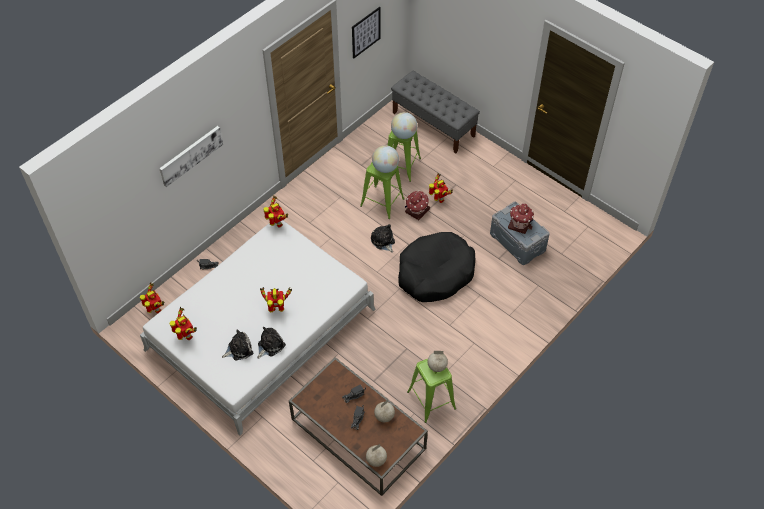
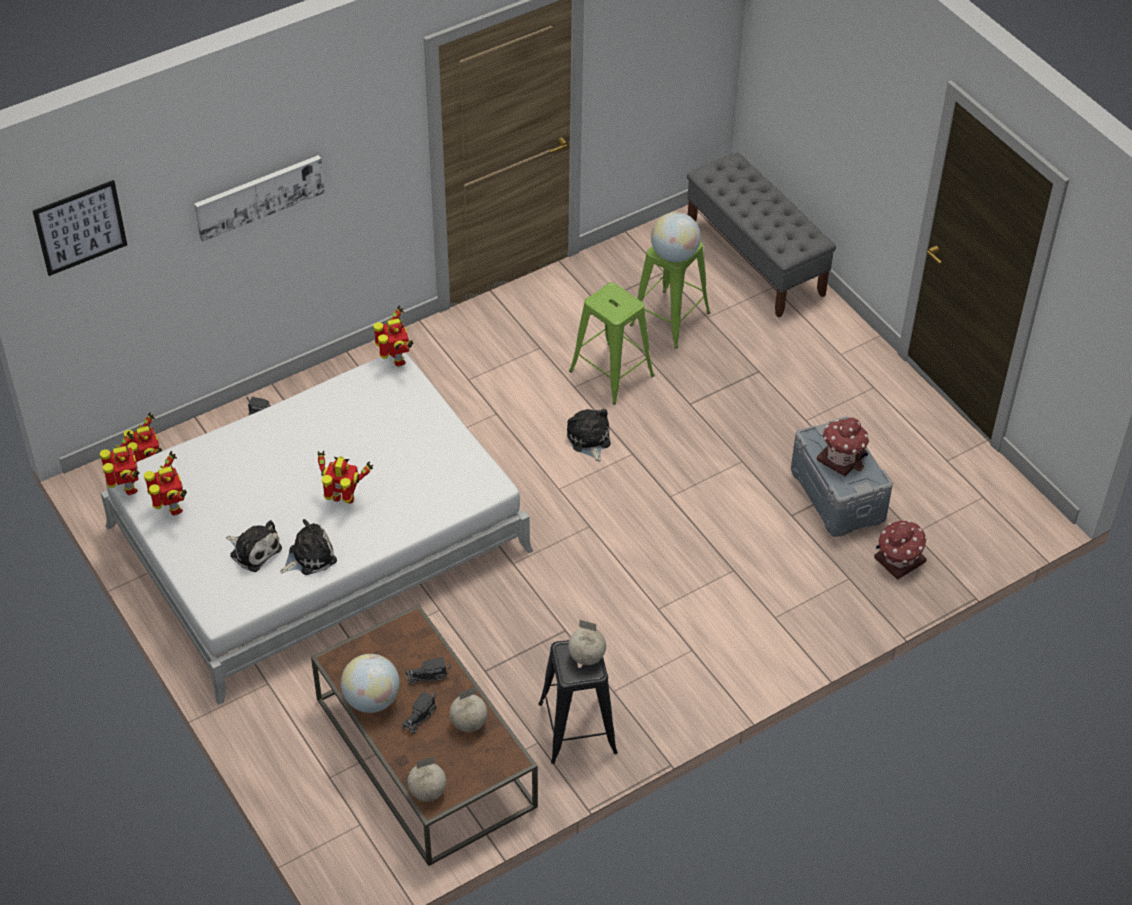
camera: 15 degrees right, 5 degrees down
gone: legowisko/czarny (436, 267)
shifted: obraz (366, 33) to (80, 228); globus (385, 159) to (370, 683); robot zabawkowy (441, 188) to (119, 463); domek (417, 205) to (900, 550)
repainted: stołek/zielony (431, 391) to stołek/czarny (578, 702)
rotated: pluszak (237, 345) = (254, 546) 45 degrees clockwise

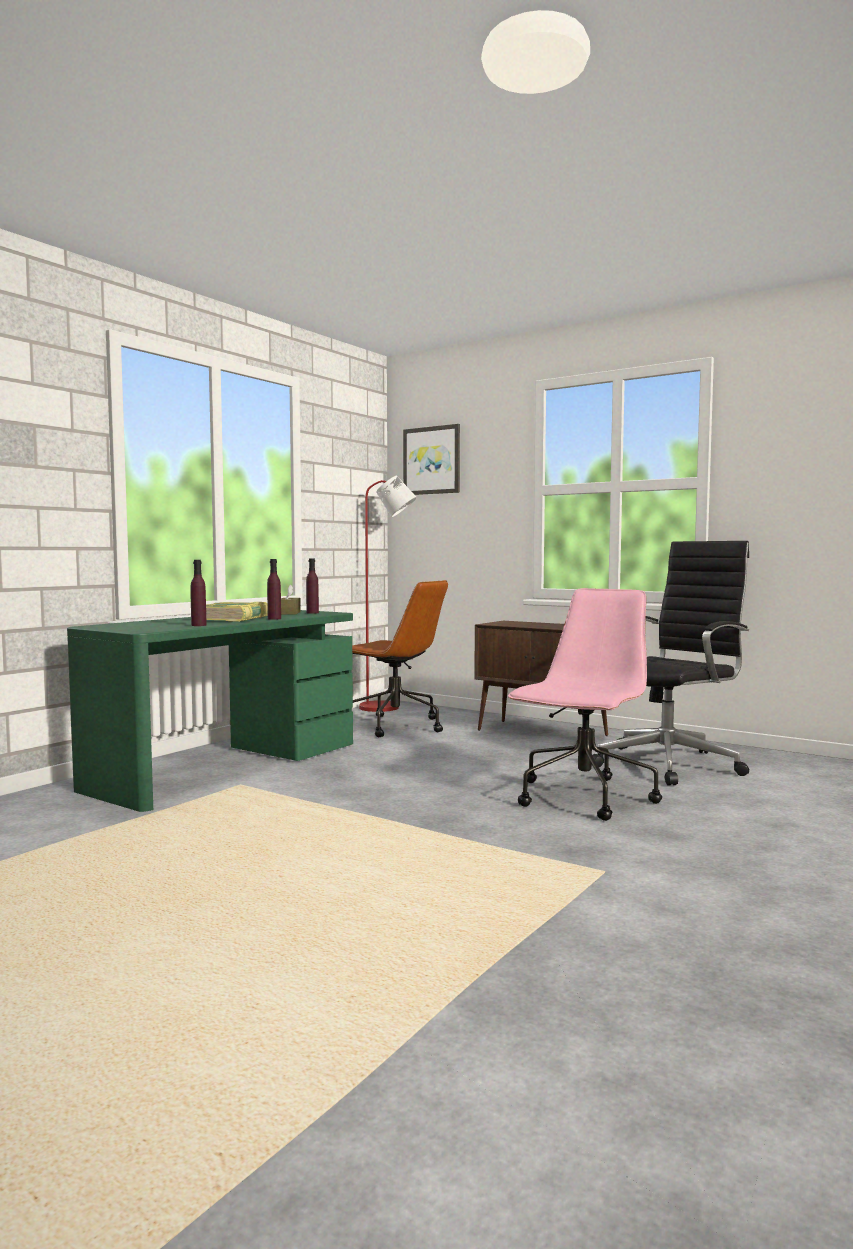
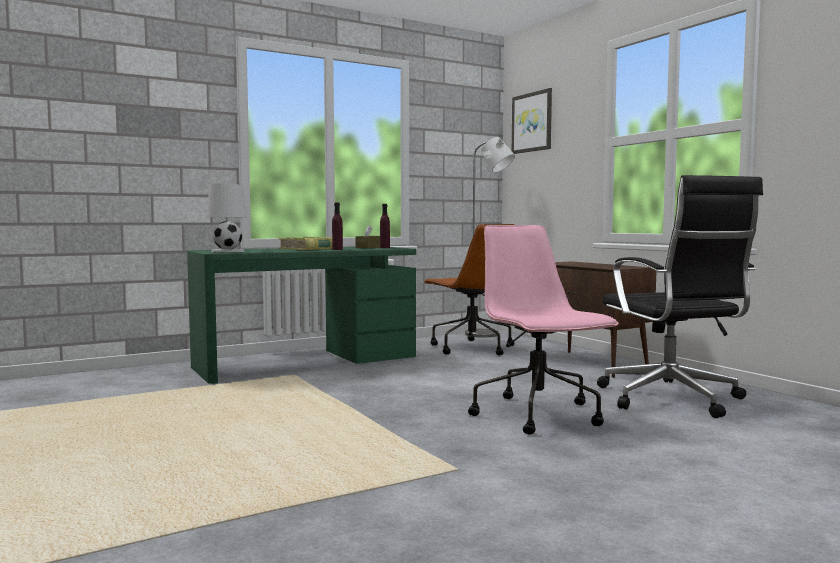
camera: 25 degrees right, 0 degrees up
gone: butelka/fioletowy (198, 593)
new: lampa stołowa/biały (227, 218)
repainted: lampa stojąca/czerwony (388, 594) to lampa stojąca/szary (490, 237)
rotated: krzesło biurowe/czarny (670, 663) = (680, 296) 90 degrees clockwise; krzesło biurowe/różowy (585, 704) = (543, 330) 75 degrees counterclockwise

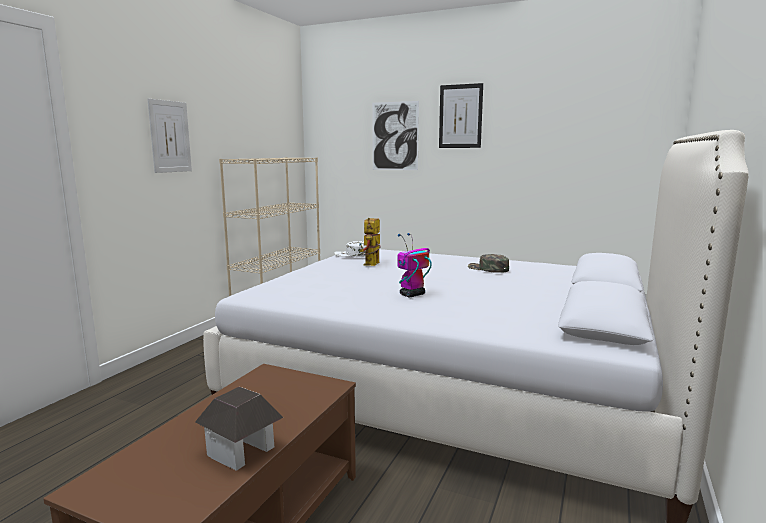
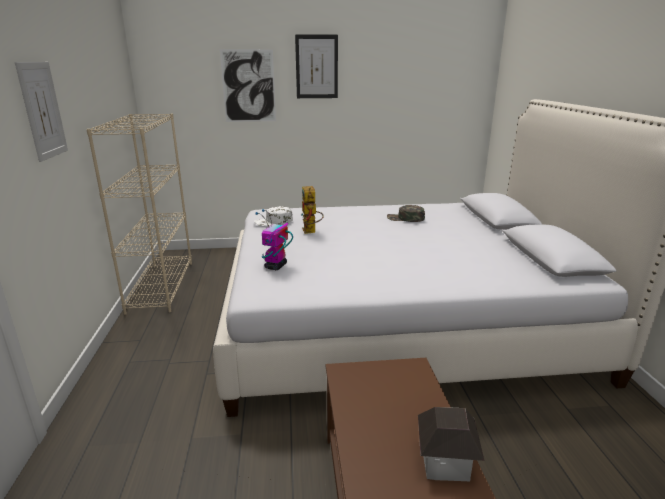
camera: 30 degrees left, 10 degrees up
shifted: robot zabawkowy (414, 265) to (274, 239)

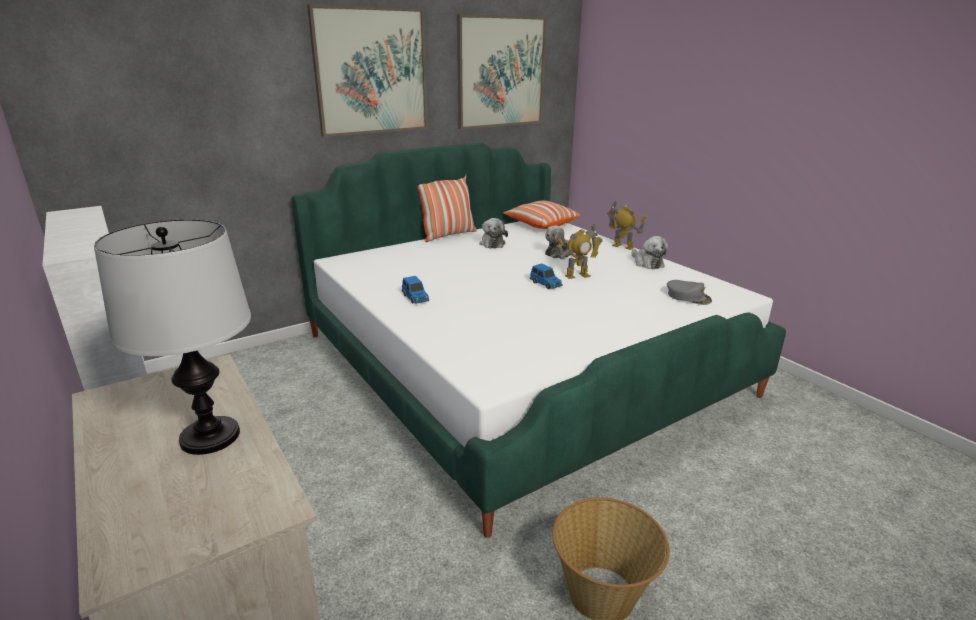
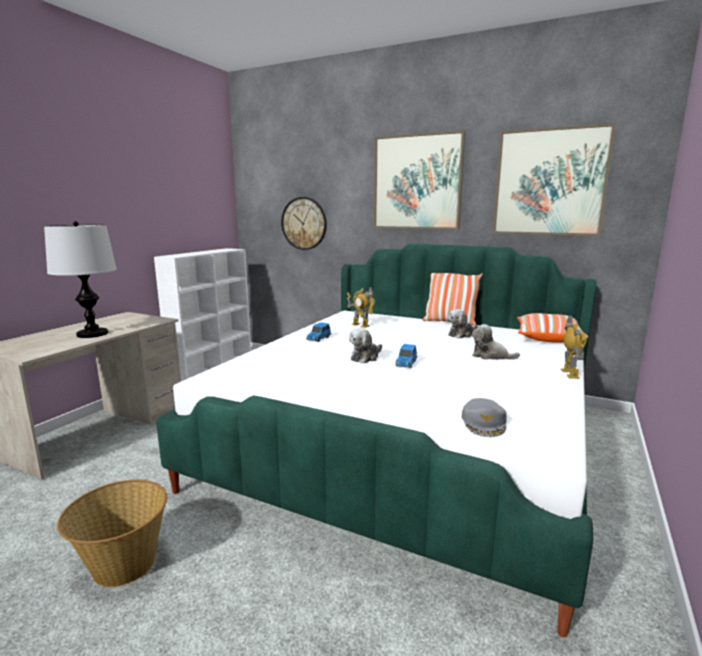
camera: 60 degrees right, 10 degrees down
new: zegar ścienny (304, 223)
shifted: robot zabawkowy (580, 251) to (361, 307); pluszak (650, 252) to (365, 346)

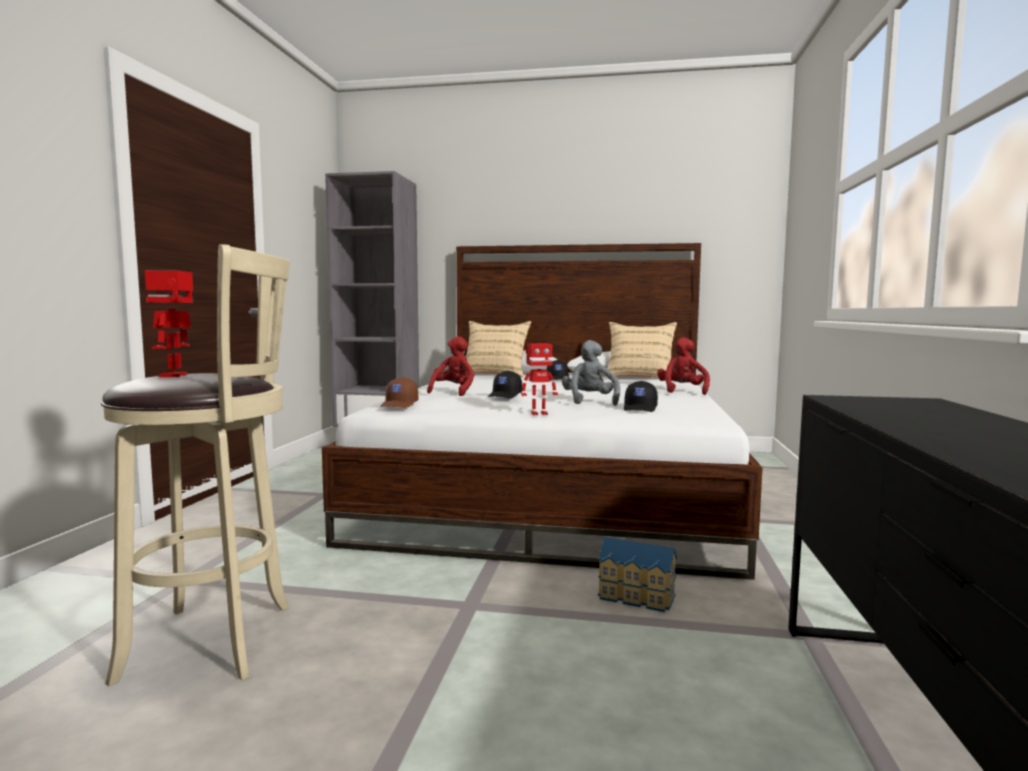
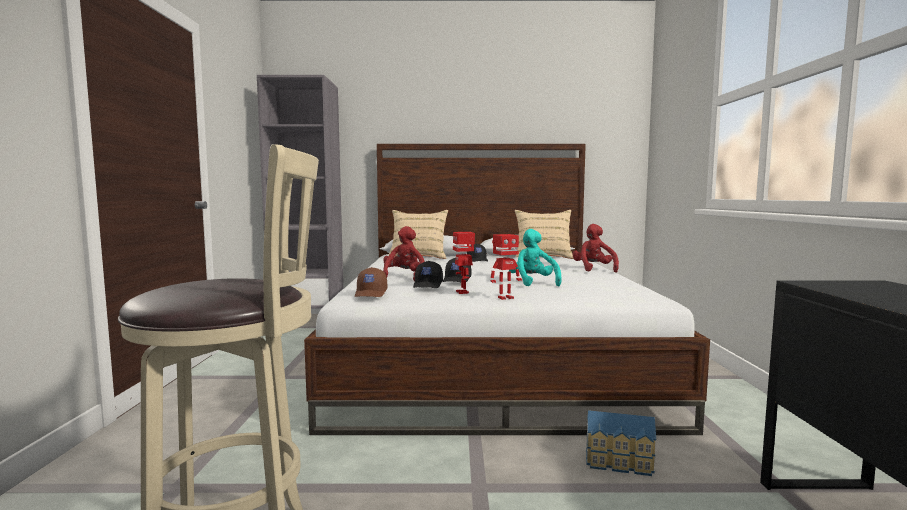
camera: 10 degrees left, 0 degrees up
shifted: robot zabawkowy (169, 323) to (464, 263); czapka z daszkiem/czarny (641, 396) to (428, 274)
repainted: pluszak/szary (591, 373) to pluszak/turkusowy (535, 257)

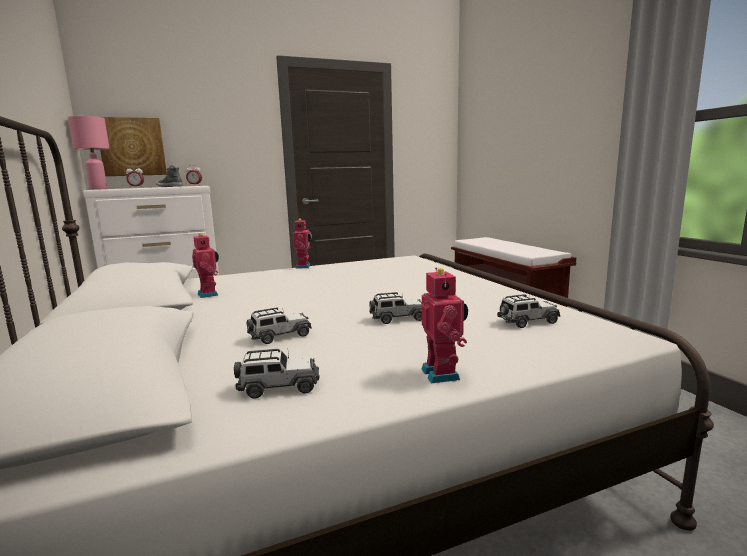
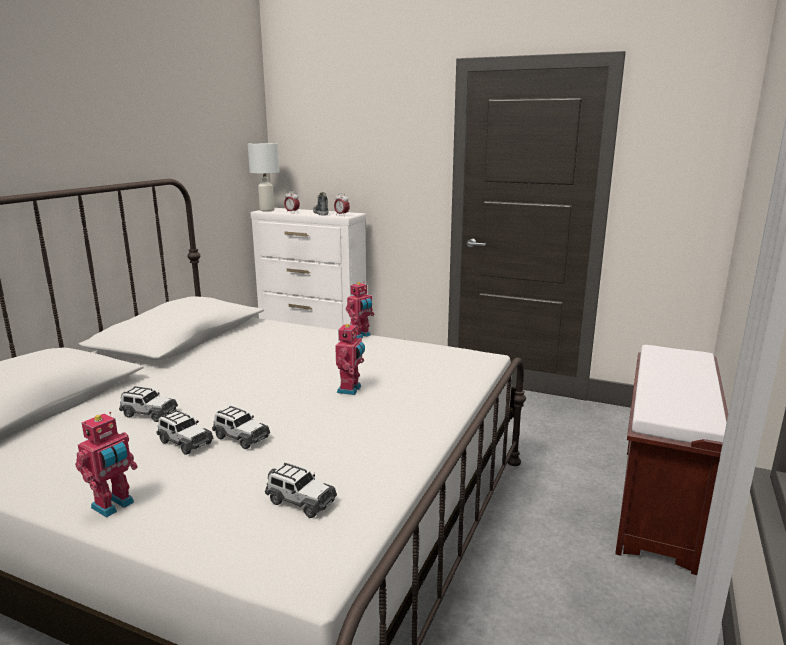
camera: 45 degrees right, 5 degrees up
gone: obraz (133, 146)
shifted: robot zabawkowy (205, 265) to (350, 358); samochodzik (276, 374) to (185, 432)
repainted: lampa stołowa/różowy (89, 153) to lampa stołowa/biały (264, 177)

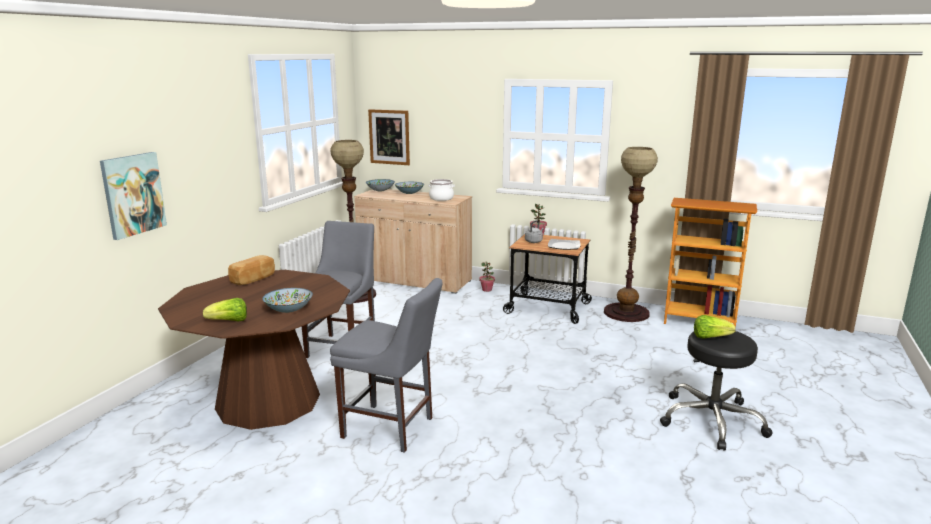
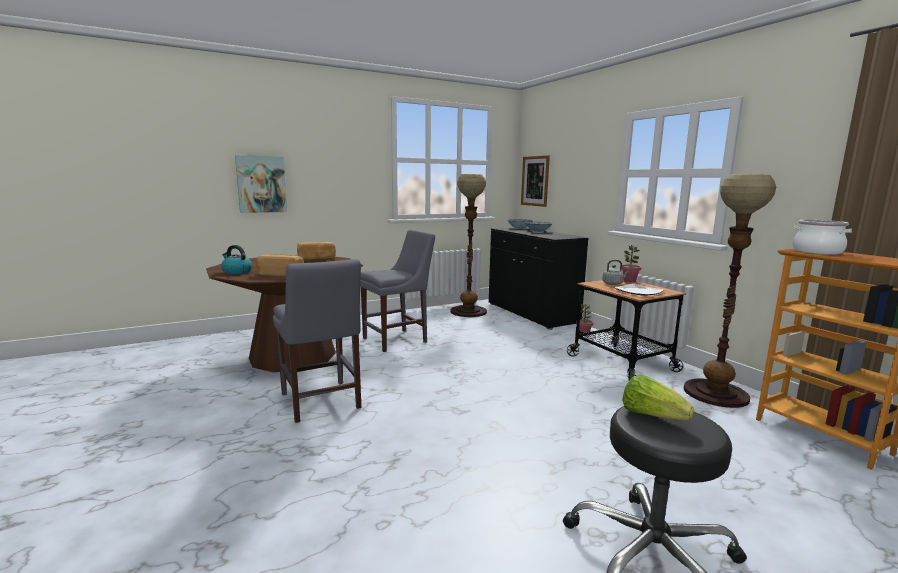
camera: 40 degrees right, 5 degrees down
shifted: garnek (441, 190) to (822, 237)
swapped: miska (287, 300) to chleb (280, 265); sałata (225, 310) to czajnik (236, 259)
repainted: szafka/beżowy (413, 241) to szafka/czarny (539, 279)

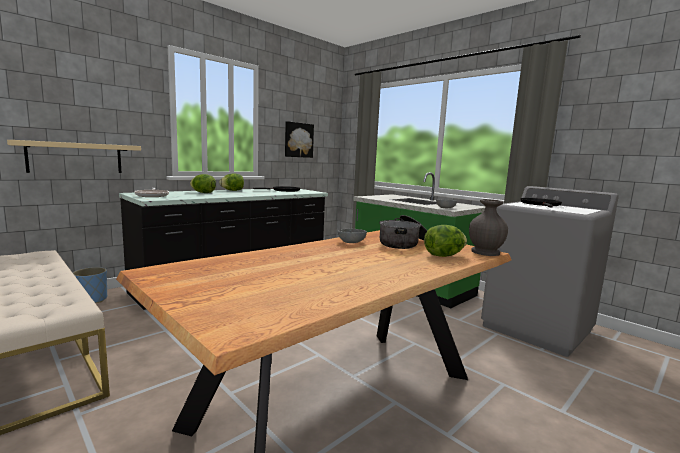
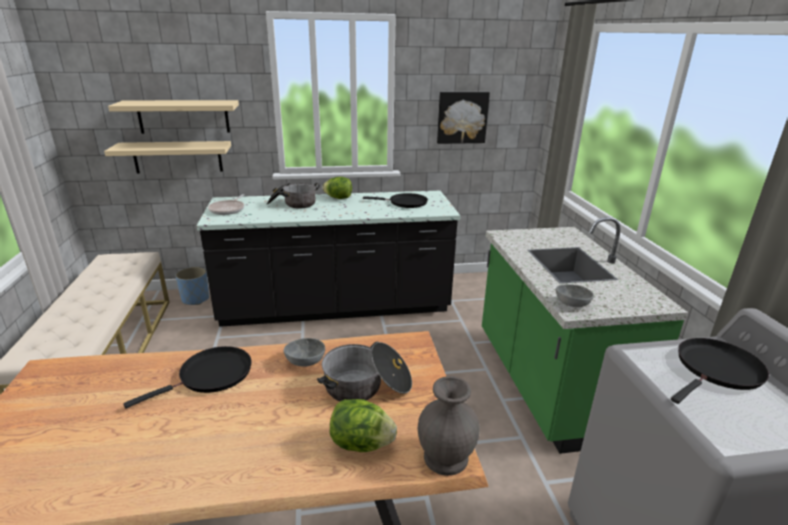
camera: 35 degrees right, 15 degrees up
new: półka/beżowy (173, 117); patelnia/czarny (188, 377)
swapped: sałata (203, 183) to garnek (293, 195)

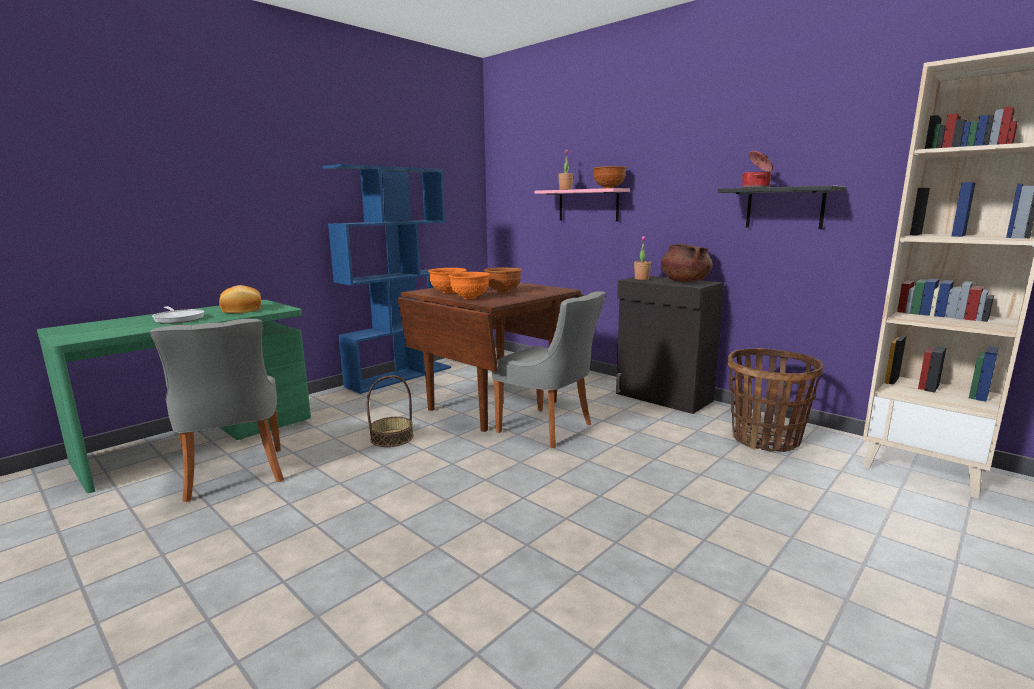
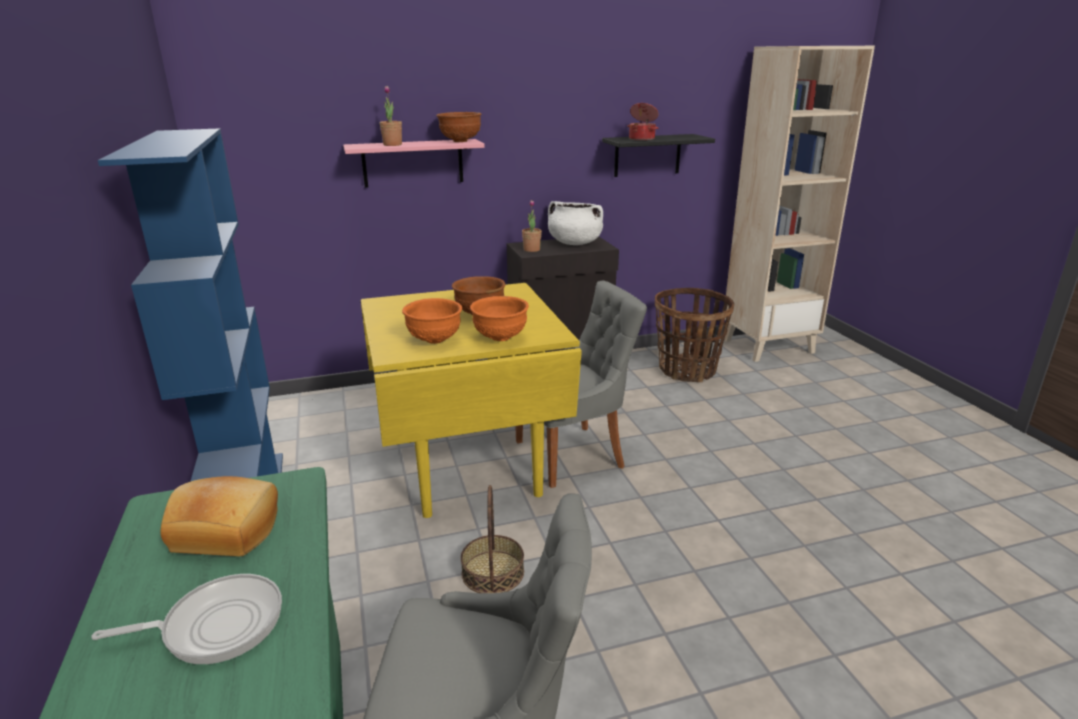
camera: 60 degrees left, 10 degrees up
repainted: garnek/brązowy (687, 262) to garnek/biały (575, 223); stół jadalny/brązowy (490, 357) to stół jadalny/żółty (471, 400)

